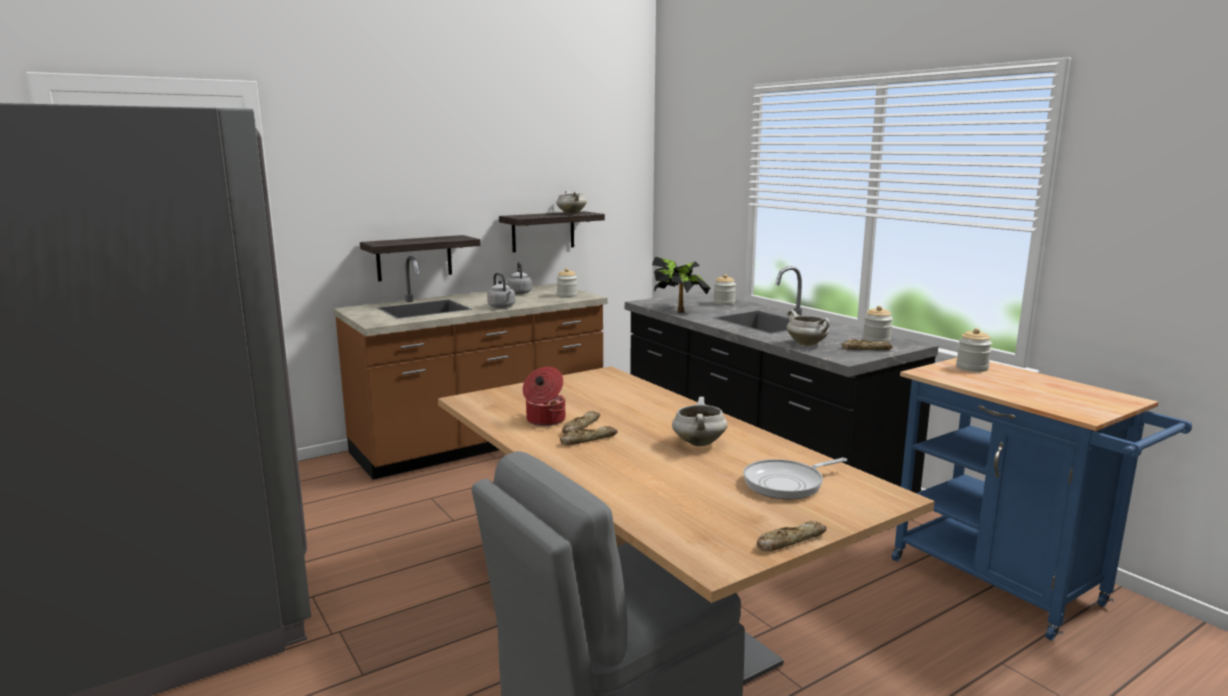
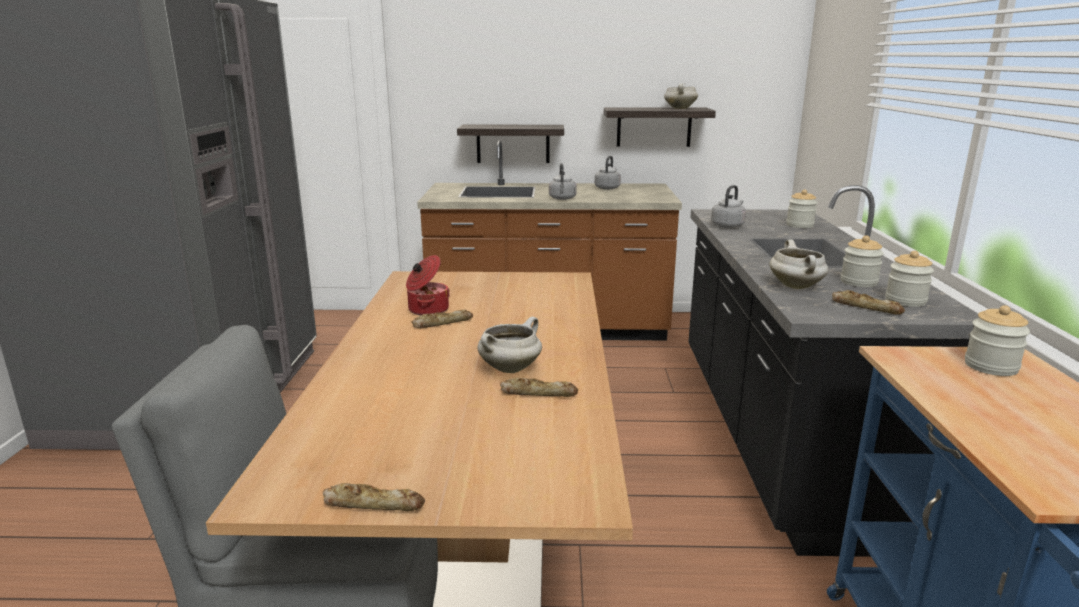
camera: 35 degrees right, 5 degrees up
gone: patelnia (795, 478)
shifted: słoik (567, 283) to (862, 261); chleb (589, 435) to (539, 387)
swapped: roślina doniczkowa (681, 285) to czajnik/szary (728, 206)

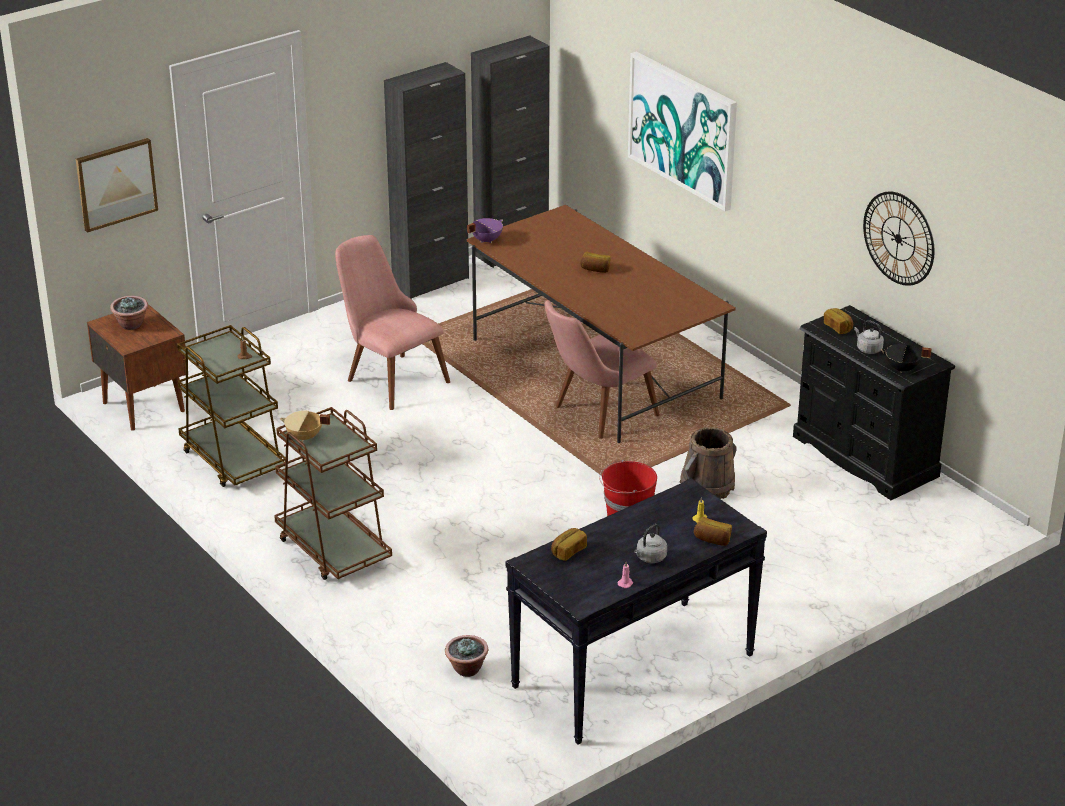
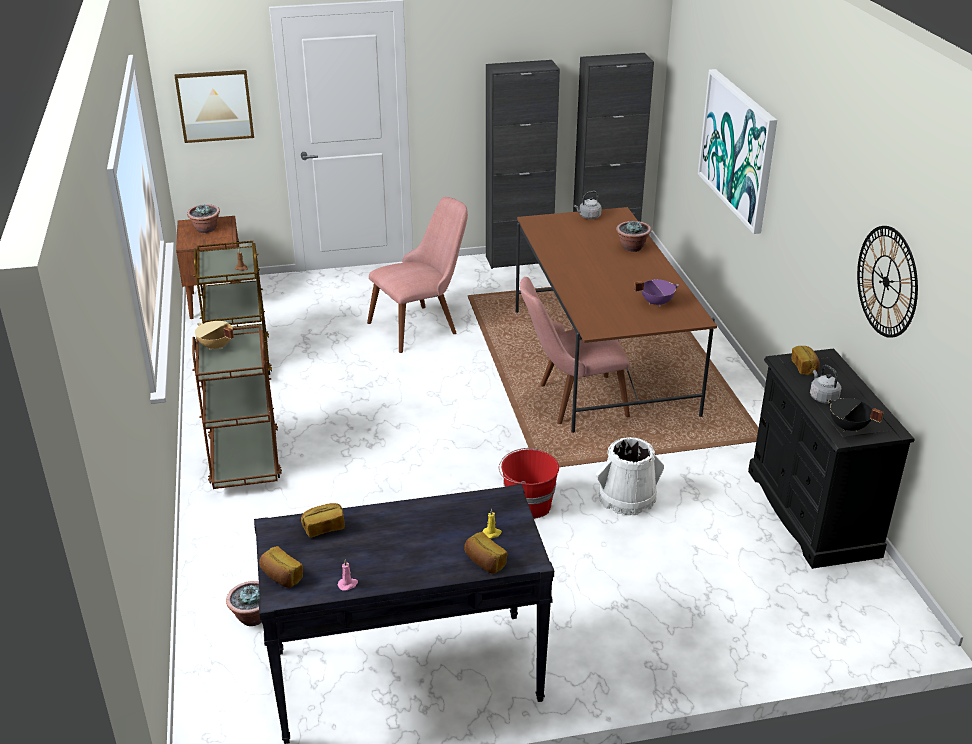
camera: 25 degrees right, 0 degrees up
new: roślina doniczkowa (633, 236)
shifted: garnek/fioletowy (485, 230) to (656, 293); chleb (595, 262) to (281, 567); czajnik/szary (650, 543) to (587, 205)
repainted: wiadro/brązowy (708, 463) to wiadro/biały (630, 476)
rotated: krzesło/różowy (392, 322) = (417, 275) 75 degrees clockwise

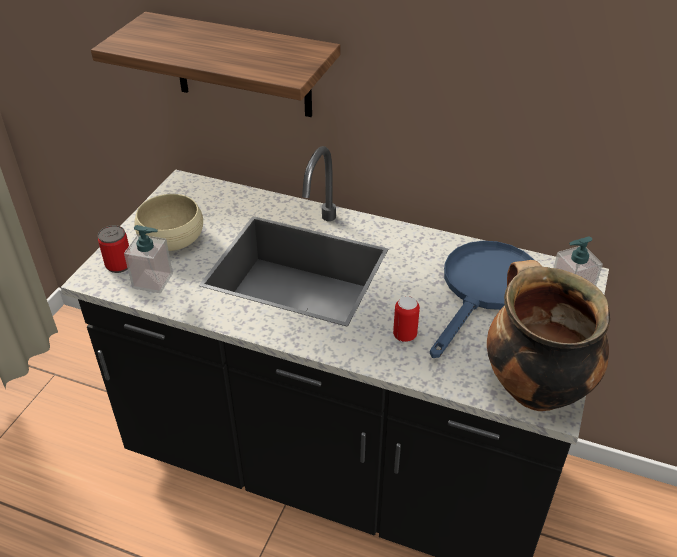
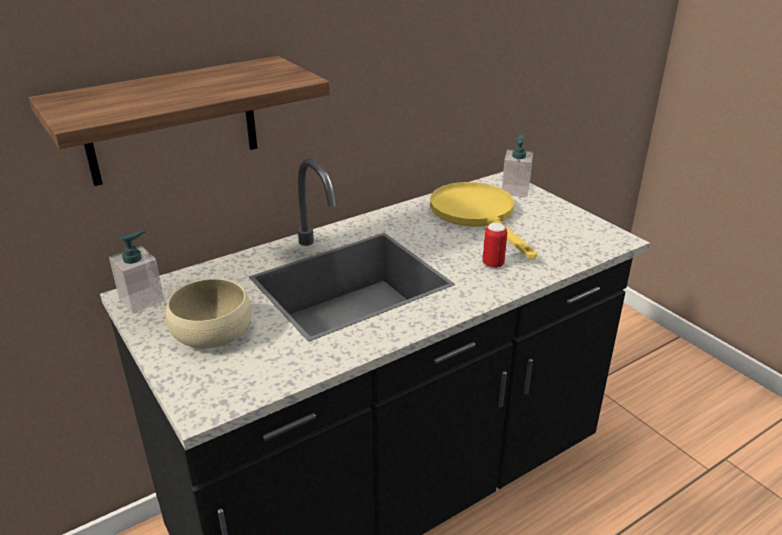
camera: 55 degrees left, 10 degrees down
gone: puszka (113, 249); garnek (548, 335)
shifted: dozownik mydła (148, 259) to (136, 271)
repainted: patelnia/niebieski (482, 299) to patelnia/żółty (483, 220)

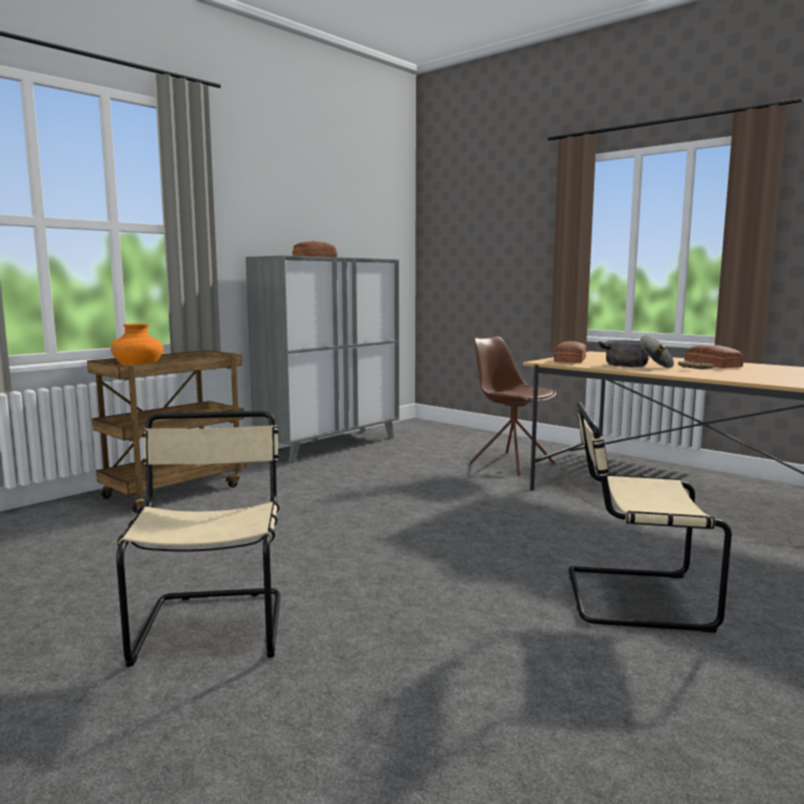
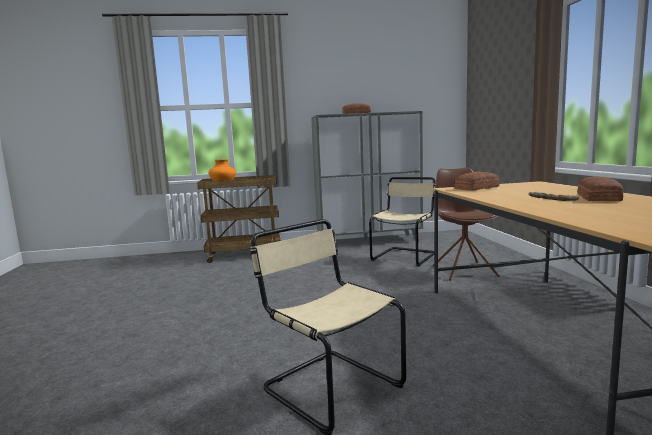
camera: 40 degrees right, 0 degrees up
gone: garnek (636, 351)
shifted: krzesło/beżowy (198, 539) to (402, 222)

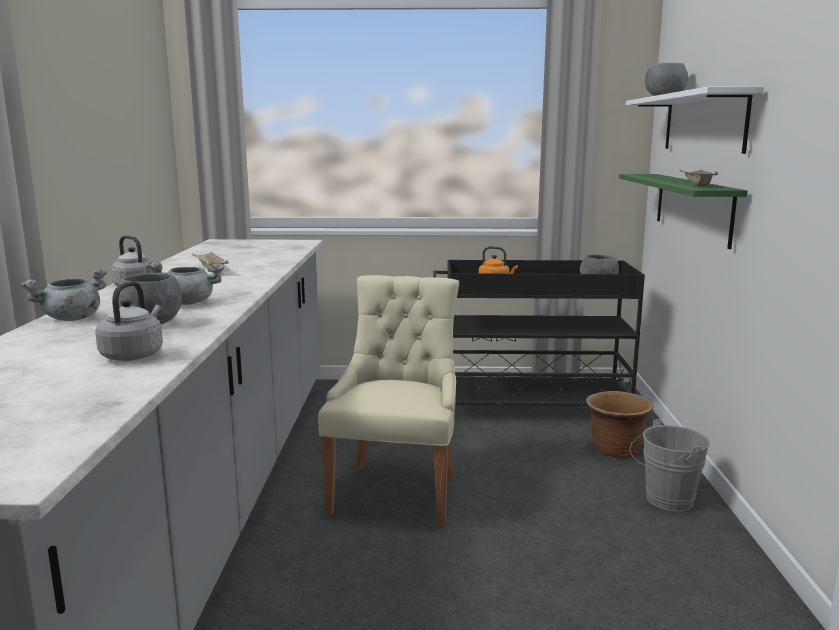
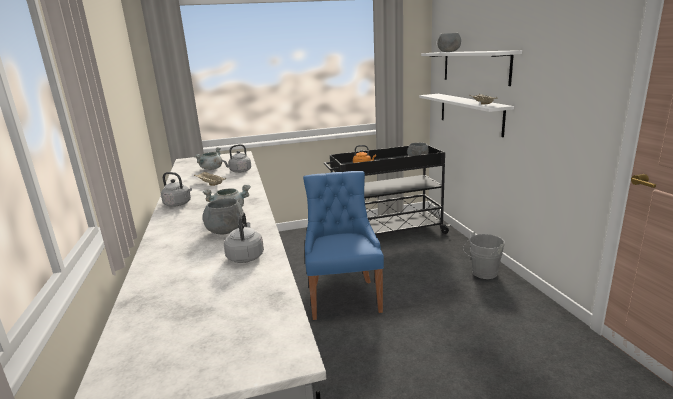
camera: 15 degrees left, 5 degrees up
gone: donica/brązowy (620, 425)
new: czajnik/szary (236, 158)
shifted: garnek/szary (64, 294) to (208, 158)
repainted: półka/zielony (683, 211) to półka/biały (466, 115); krzesło/beżowy (388, 401) to krzesło/niebieski (343, 245)

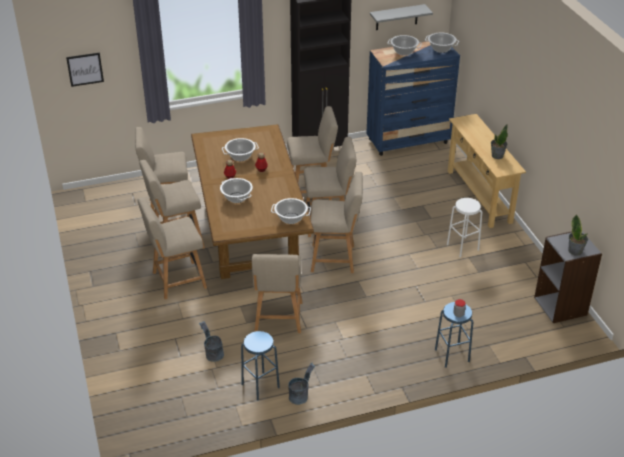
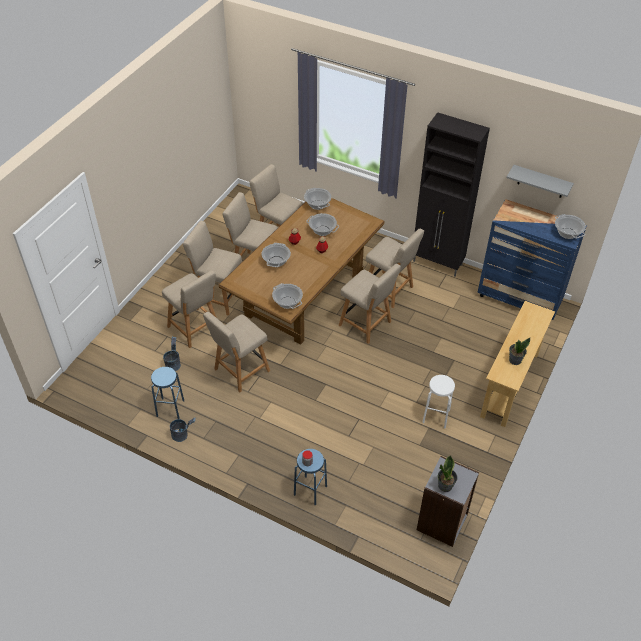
camera: 45 degrees right, 10 degrees up
gone: obraz (85, 69)
shifted: garnek (405, 45) to (317, 199); krzesło/beżowy (337, 222) to (189, 309)

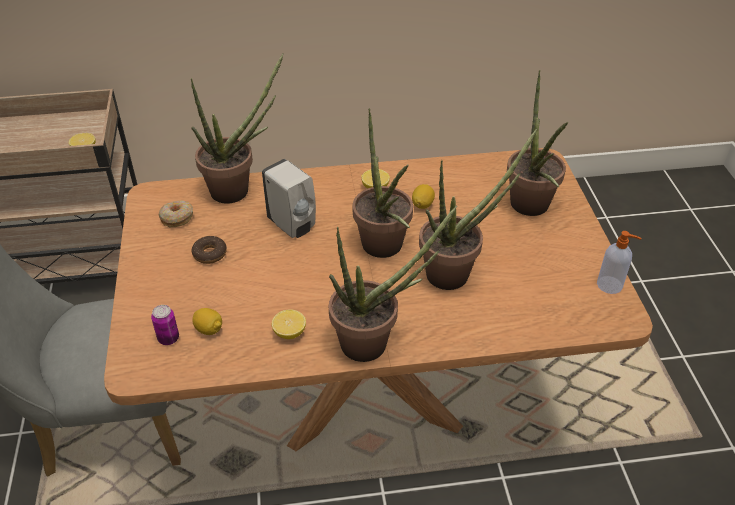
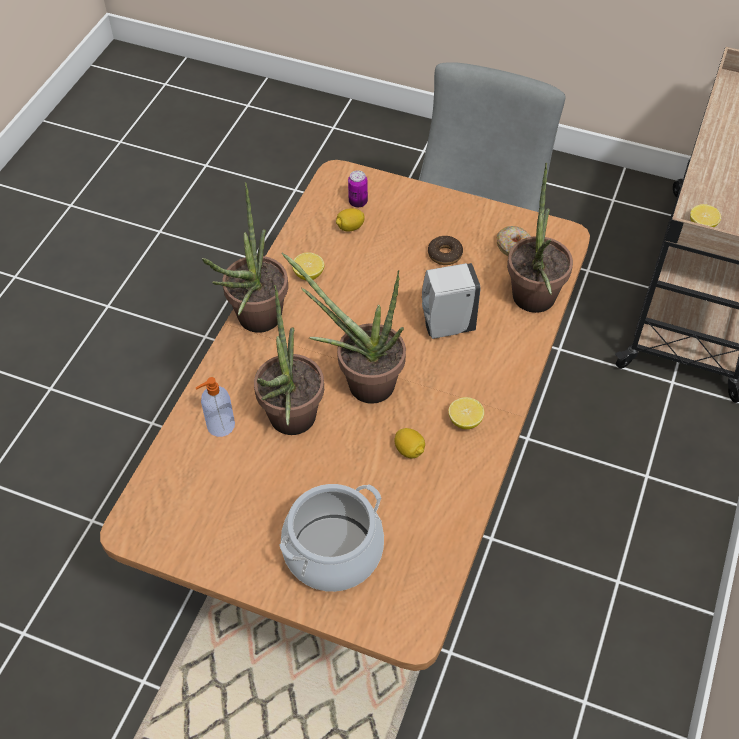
camera: 120 degrees right, 10 degrees up
shifted: dozownik mydła (619, 262) to (215, 407)
swapped: roślina doniczkowa (537, 143) to garnek (331, 538)

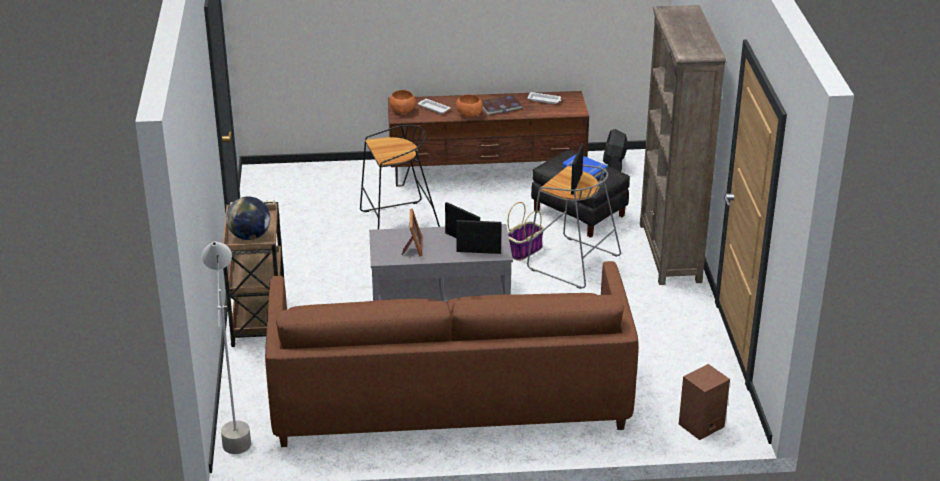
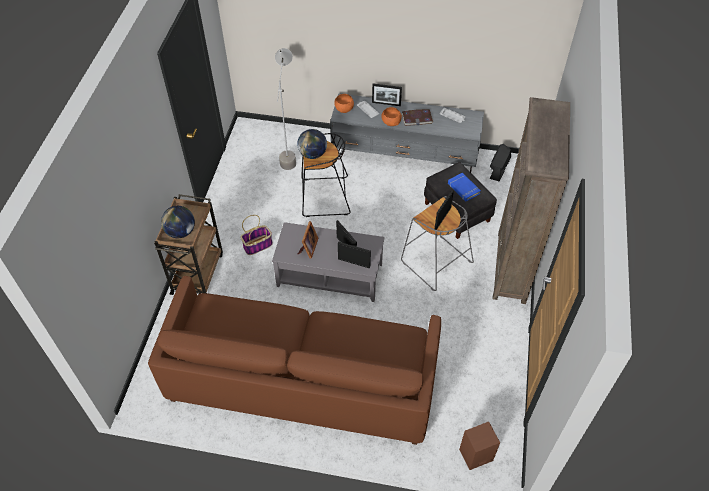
camera: 15 degrees right, 20 degrees up
new: ramka na zdjęcie (387, 94); globus (312, 144)
shifted: koszyk (526, 231) to (257, 235); lampa stojąca/szary (226, 347) to (285, 109)
repainted: szafka pod telewizor/brązowy (488, 139) to szafka pod telewizor/szary (407, 132)

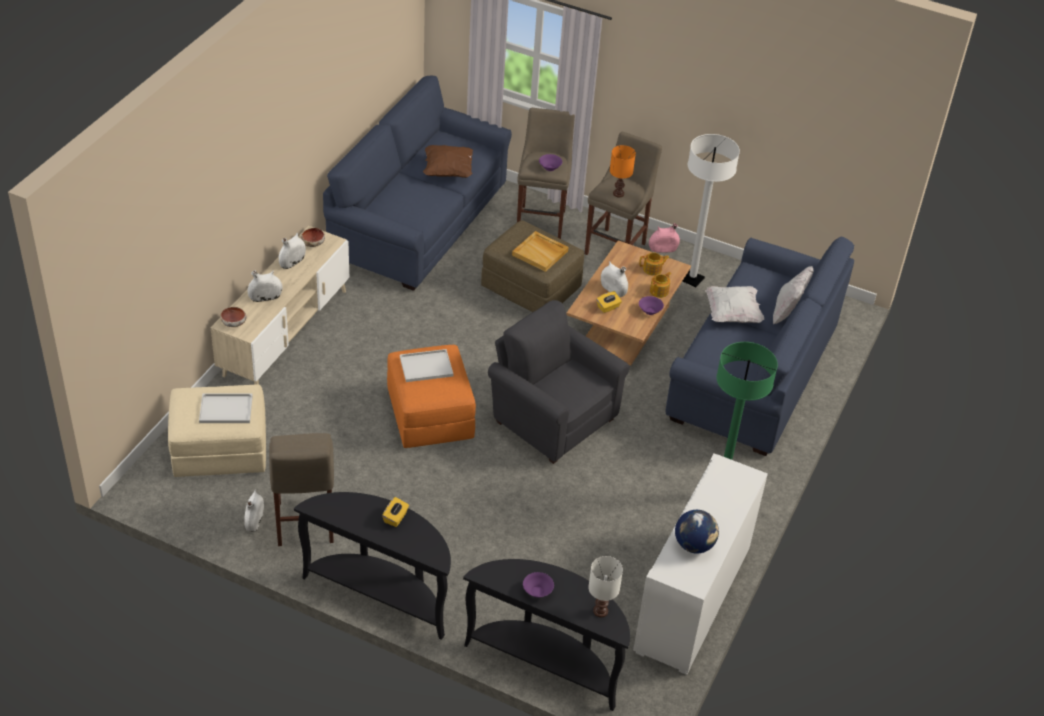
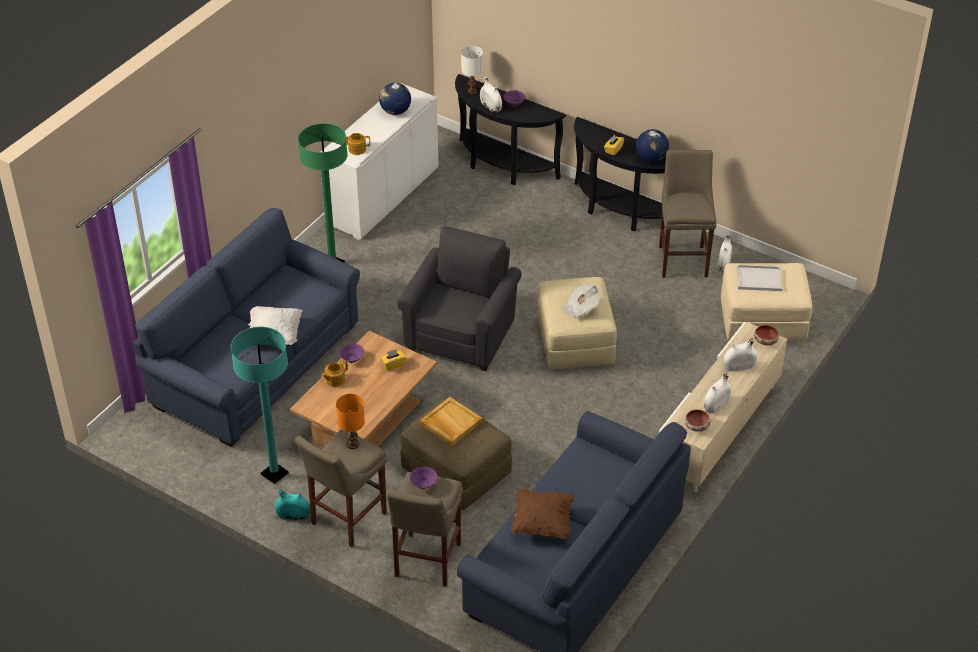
camera: 170 degrees left, 0 degrees up
gone: poduszka/biały (793, 295)
new: globus (652, 145)
shifted: imbryk (654, 264) to (358, 144); wazon/biały (614, 279) to (491, 95)
swapped: taca/biały (427, 365) to gazeta (580, 301)
repainted: lampa stojąca/biały (711, 210) to lampa stojąca/turkusowy (260, 405); wazon/różowy (664, 237) to wazon/turkusowy (292, 504); pufa/pomarańczowy (431, 396) to pufa/beżowy (577, 323)
rotated: fotel/szary (559, 382) = (459, 298) 120 degrees counterclockwise

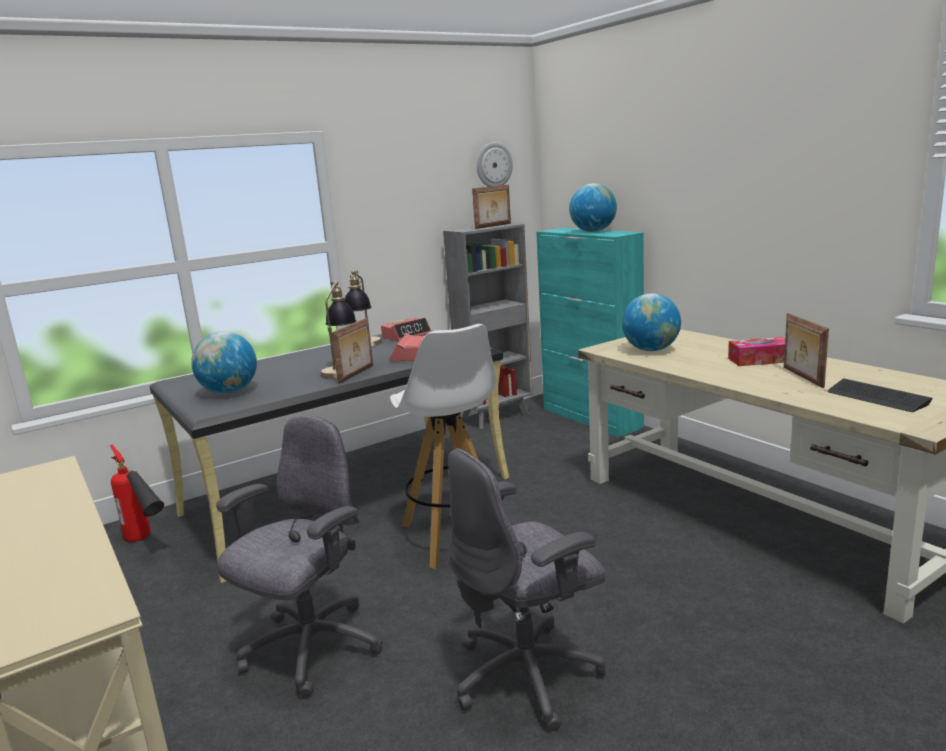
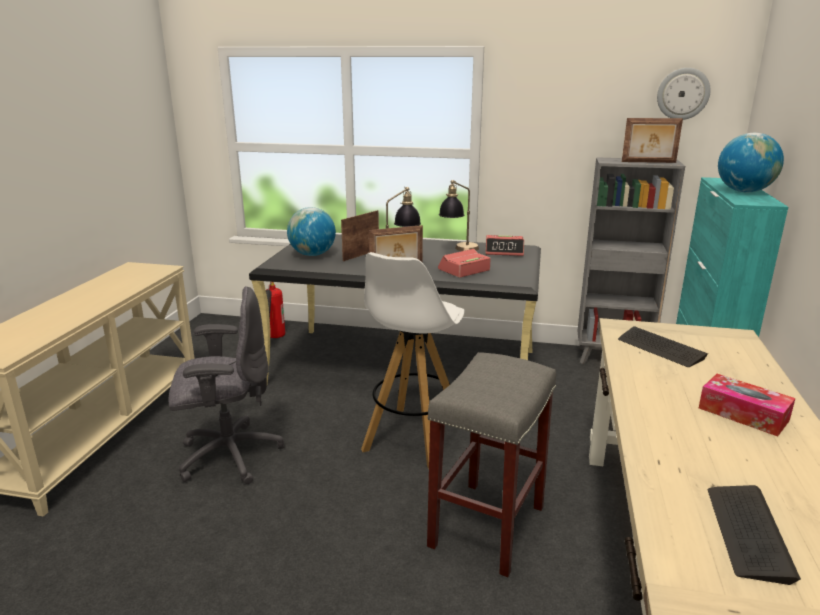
camera: 45 degrees right, 5 degrees up
gone: krzesło biurowe/szary (527, 589)
new: stołek/szary (491, 464)
shifted: ramka na zdjęcie (806, 350) to (360, 235)
swapped: globus (651, 322) to klawiatura (663, 346)

